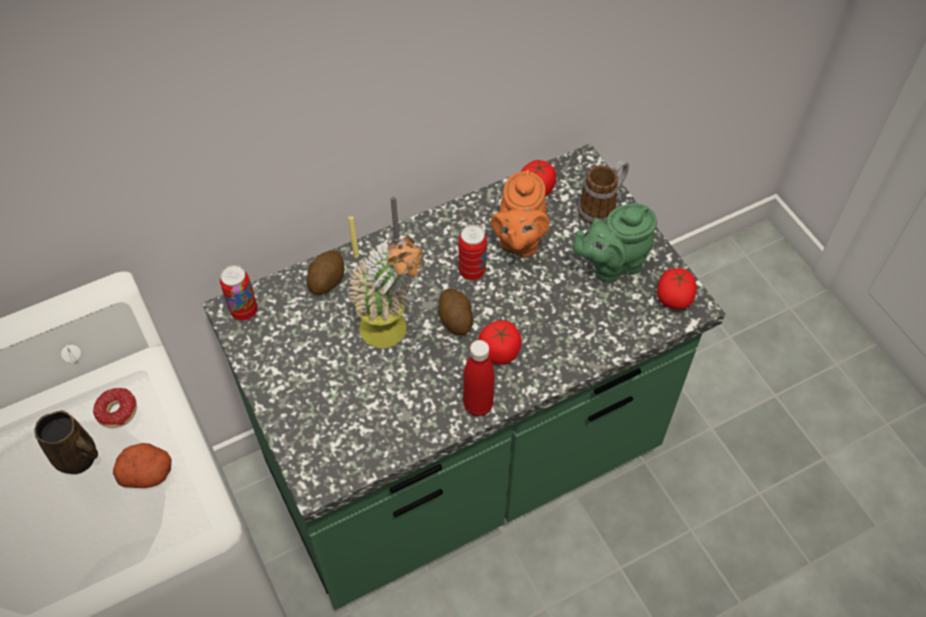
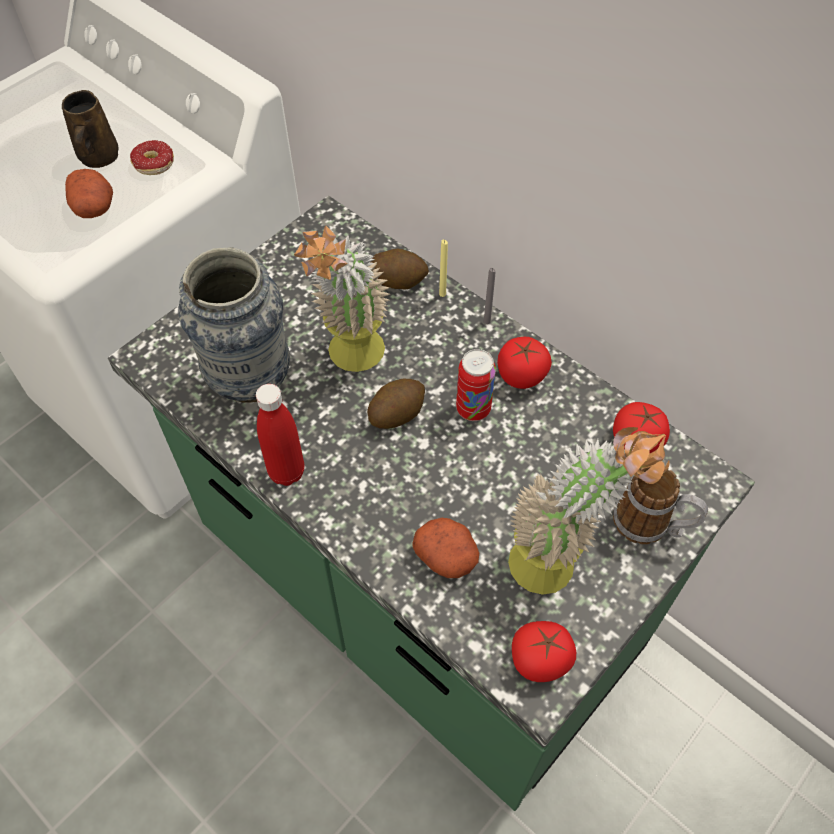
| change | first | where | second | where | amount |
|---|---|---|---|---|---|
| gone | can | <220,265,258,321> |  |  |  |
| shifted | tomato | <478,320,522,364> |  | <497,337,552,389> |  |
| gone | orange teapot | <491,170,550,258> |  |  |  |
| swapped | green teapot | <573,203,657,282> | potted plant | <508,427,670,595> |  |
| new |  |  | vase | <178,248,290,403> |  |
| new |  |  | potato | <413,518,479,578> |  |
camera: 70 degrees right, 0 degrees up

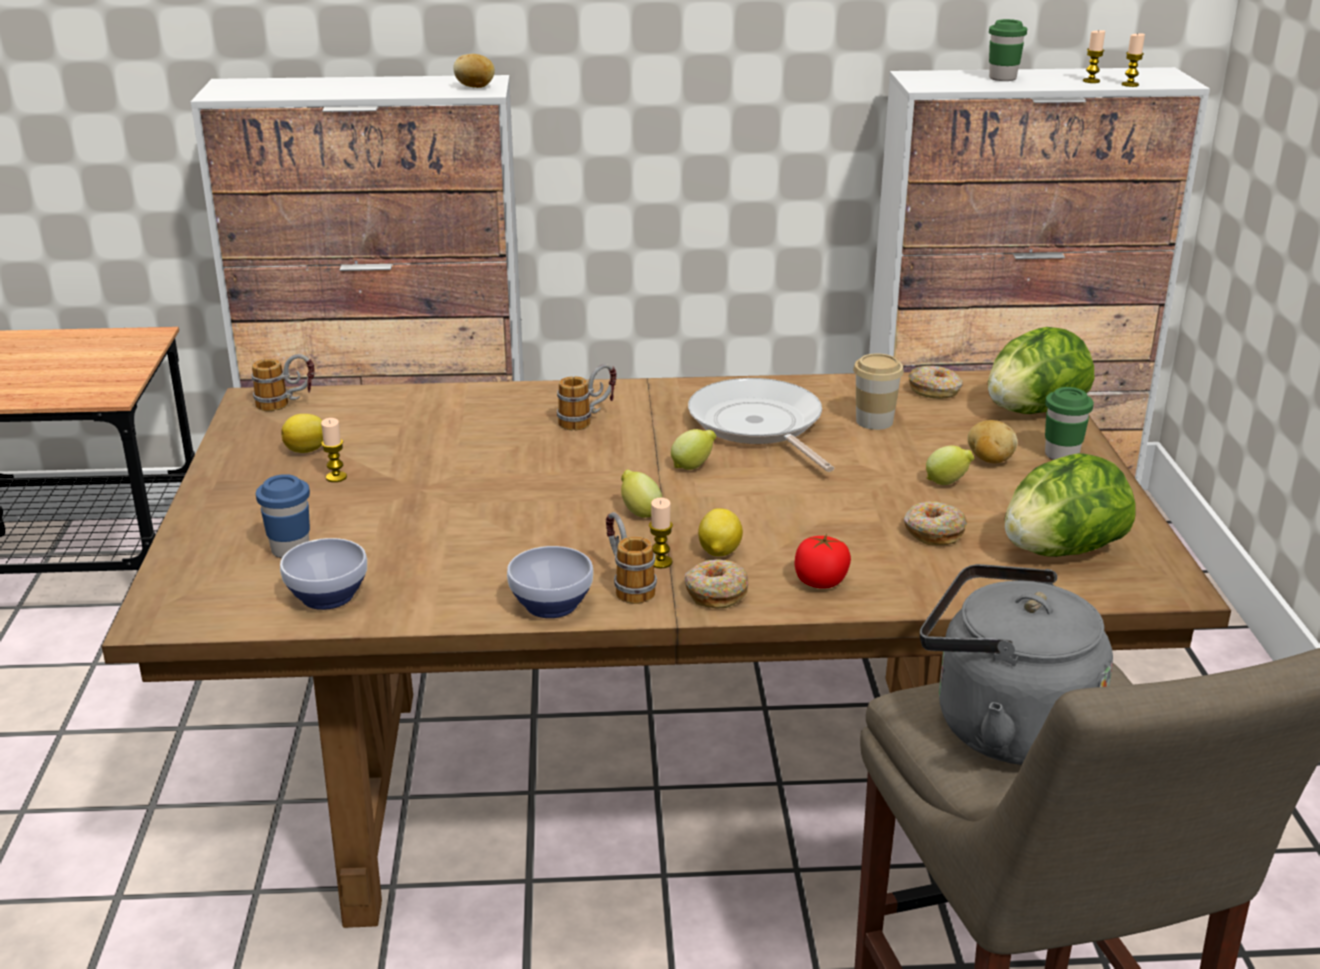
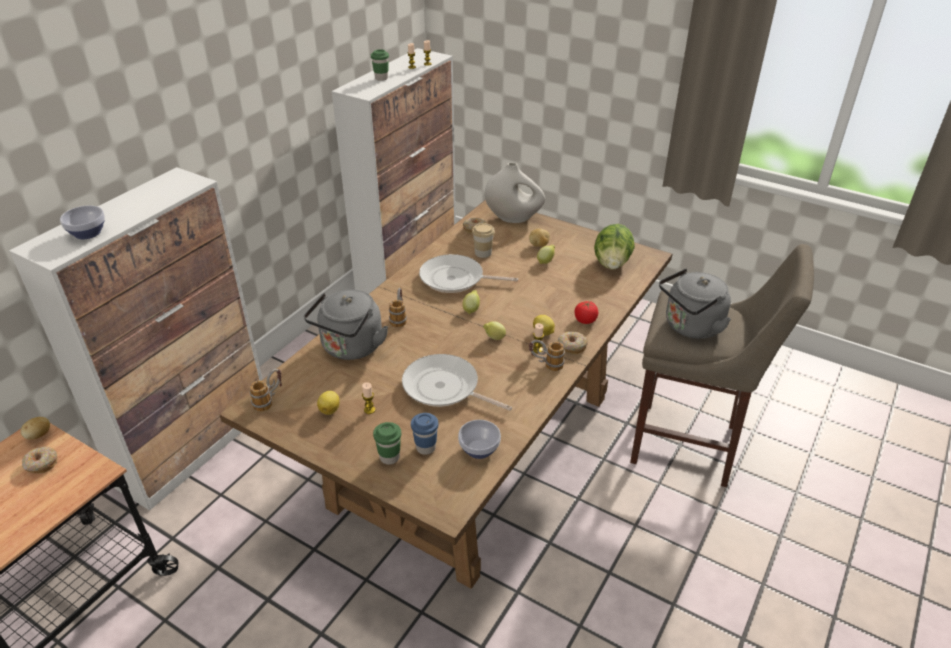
| change | first | where | second | where | amount |
|---|---|---|---|---|---|
| shifted | potato | <453,54,495,88> |  | <20,417,50,440> |  |
| shifted | bowl | <507,546,593,618> |  | <60,205,105,239> |  |
| shifted | donut | <904,501,967,545> |  | <22,447,57,474> |  |
| swapped | lettuce | <988,327,1094,414> | white vase | <485,163,545,223> |  |
| shifted | green cup | <1045,387,1094,460> |  | <373,422,401,465> |  |
| new |  |  | grey kettle | <304,290,388,360> |  |
| new |  |  | frying pan | <402,354,512,411> |  |
camera: 55 degrees left, 10 degrees up

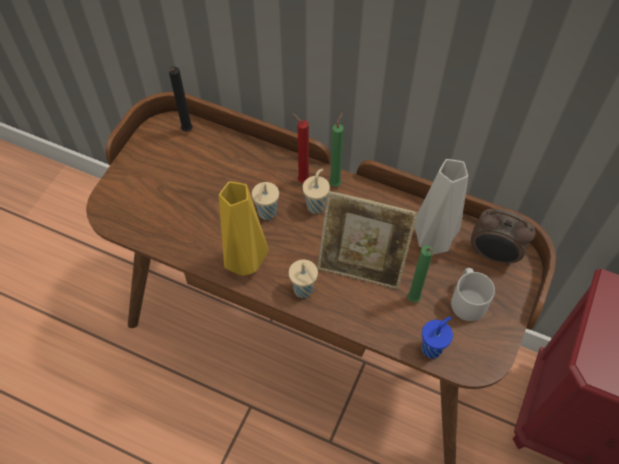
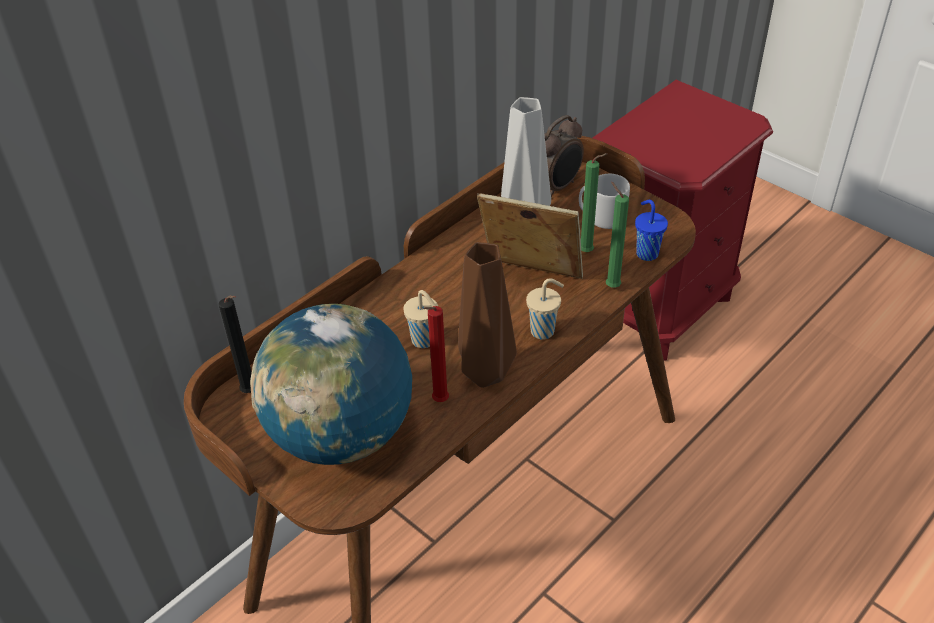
| change | first | where | second | where | amount |
|---|---|---|---|---|---|
| repainted | yellow vase | <219,181,268,276> | brown vase | <458,242,517,388> |  |
| shifted | red candle | <292,113,310,183> |  | <423,306,449,402> |  |
| gone | beige cup | <303,169,330,214> |  |  |  |
| rotated | picture frame | <317,191,418,289> |  | <477,193,583,279> | 105 degrees counterclockwise |
| shifted | green candle | <329,112,344,187> |  | <606,182,629,288> |  |
| new |  |  | globe | <250,304,412,465> |  |
camera: 70 degrees left, 15 degrees down

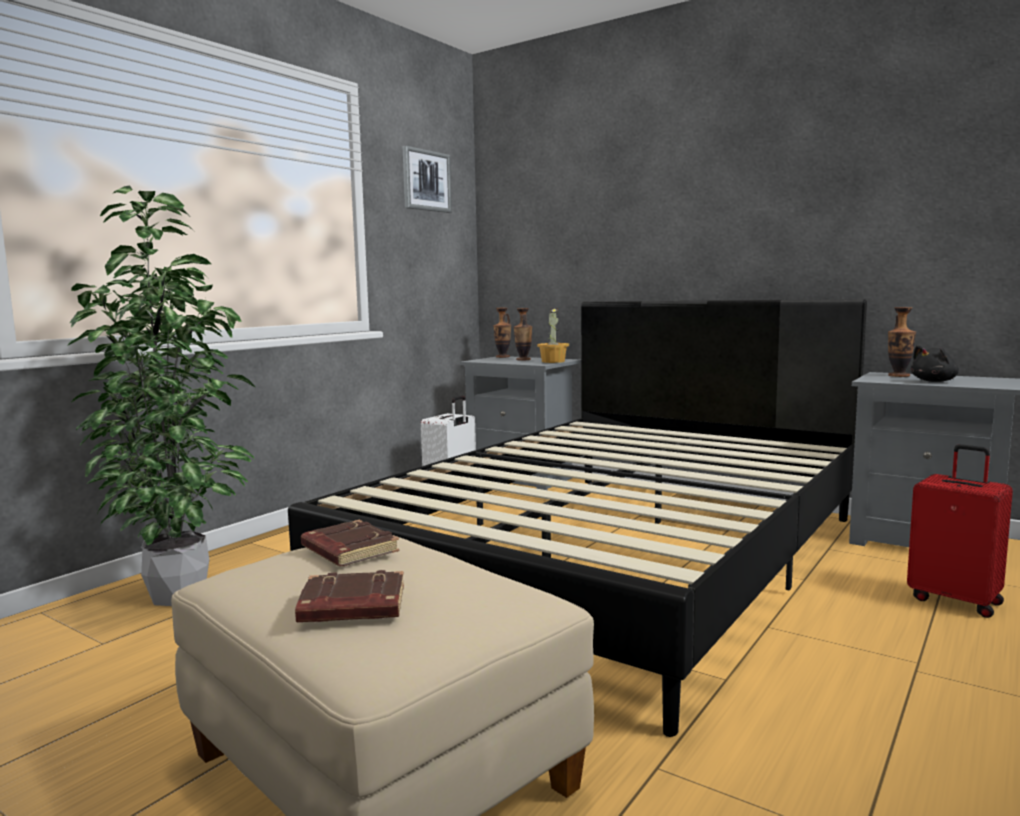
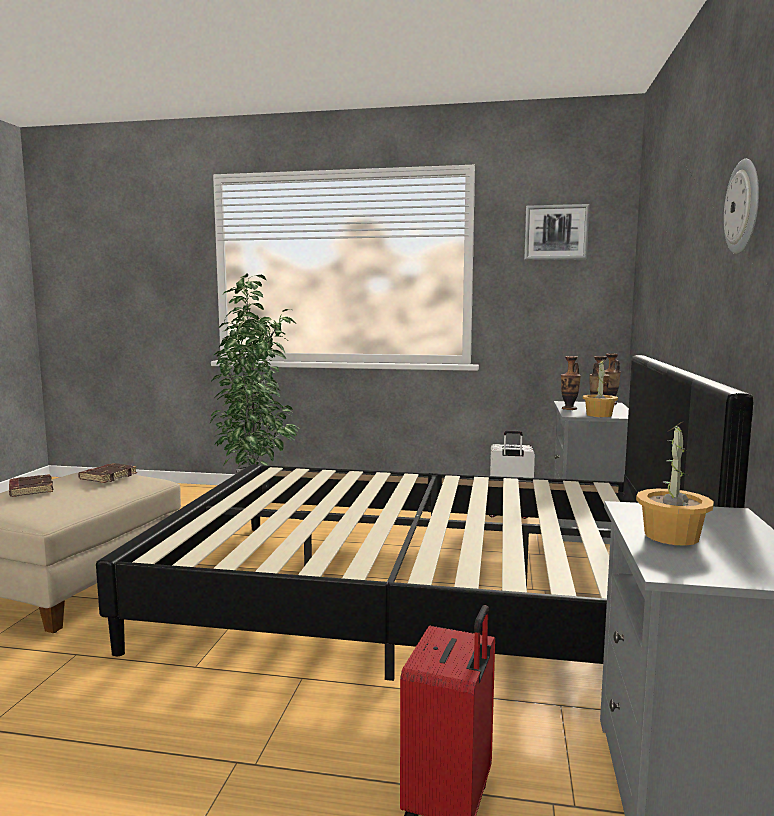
| change | first | where | second | where | amount |
|---|---|---|---|---|---|
| shifted | vase | <888,307,916,377> |  | <561,356,581,410> |  |
| swapped | black plush toy | <911,345,959,382> | potted plant | <636,422,714,546> |  |
| new |  |  | wall clock | <724,159,759,254> |  |
camera: 65 degrees right, 0 degrees up

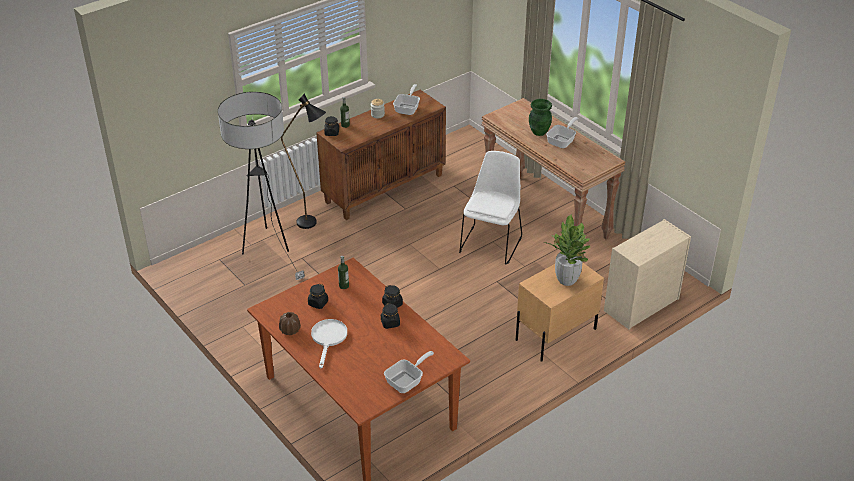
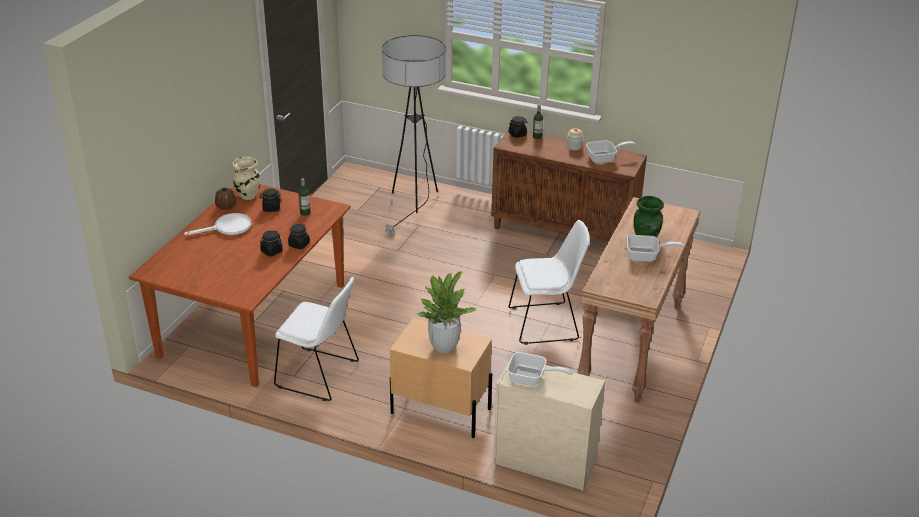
| change | first | where | second | where | amount |
|---|---|---|---|---|---|
| gone | black floor lamp | <281,93,326,229> |  |  |  |
| shifted | frying pan | <384,351,434,393> |  | <507,352,573,386> |  |
| new |  |  | beige vase | <232,157,260,200> |  |
| new |  |  | white chair | <274,277,359,401> |  |
camera: 60 degrees right, 5 degrees down

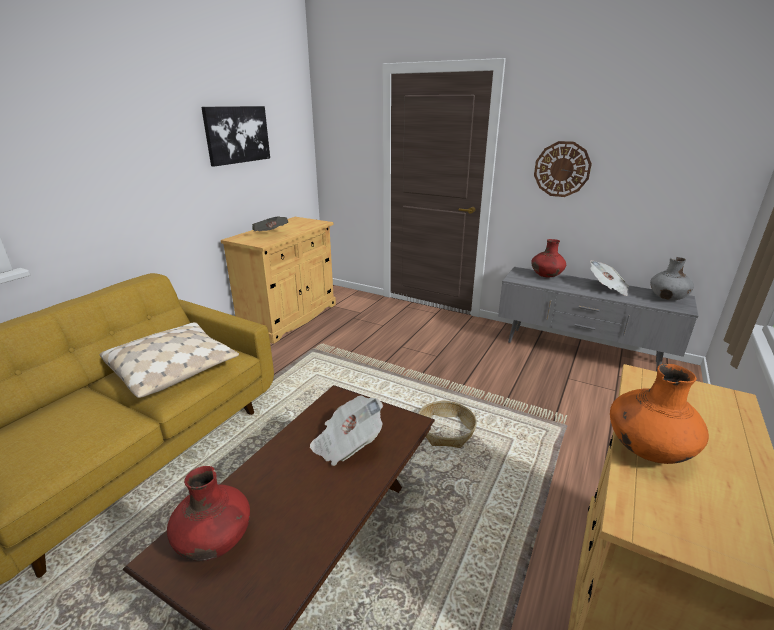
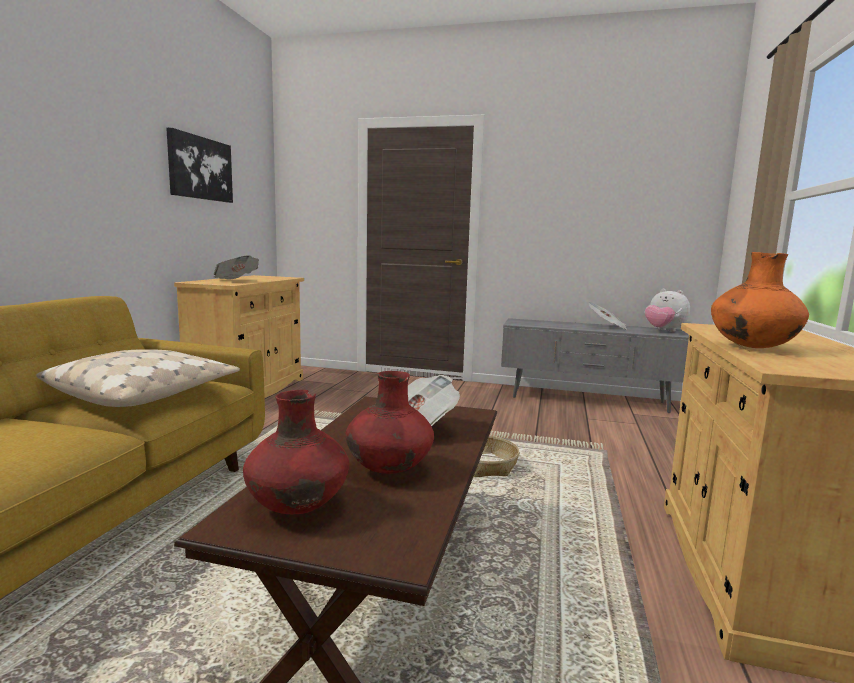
| change | first | where | second | where | amount |
|---|---|---|---|---|---|
| shifted | red vase | <531,239,566,278> |  | <345,371,434,474> |  |
| gone | wall clock | <534,141,592,197> |  |  |  |
| swapped | grey vase | <650,257,694,300> | plush toy | <645,289,690,332> |  |
camera: 15 degrees left, 15 degrees down

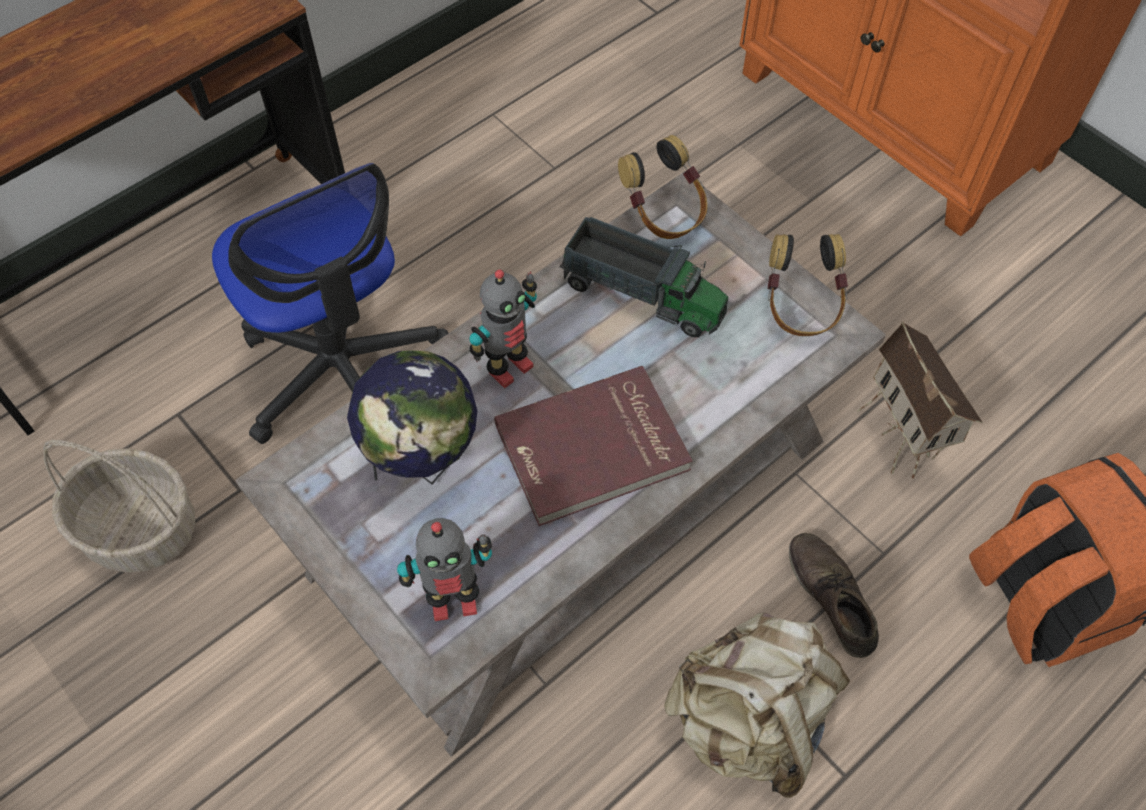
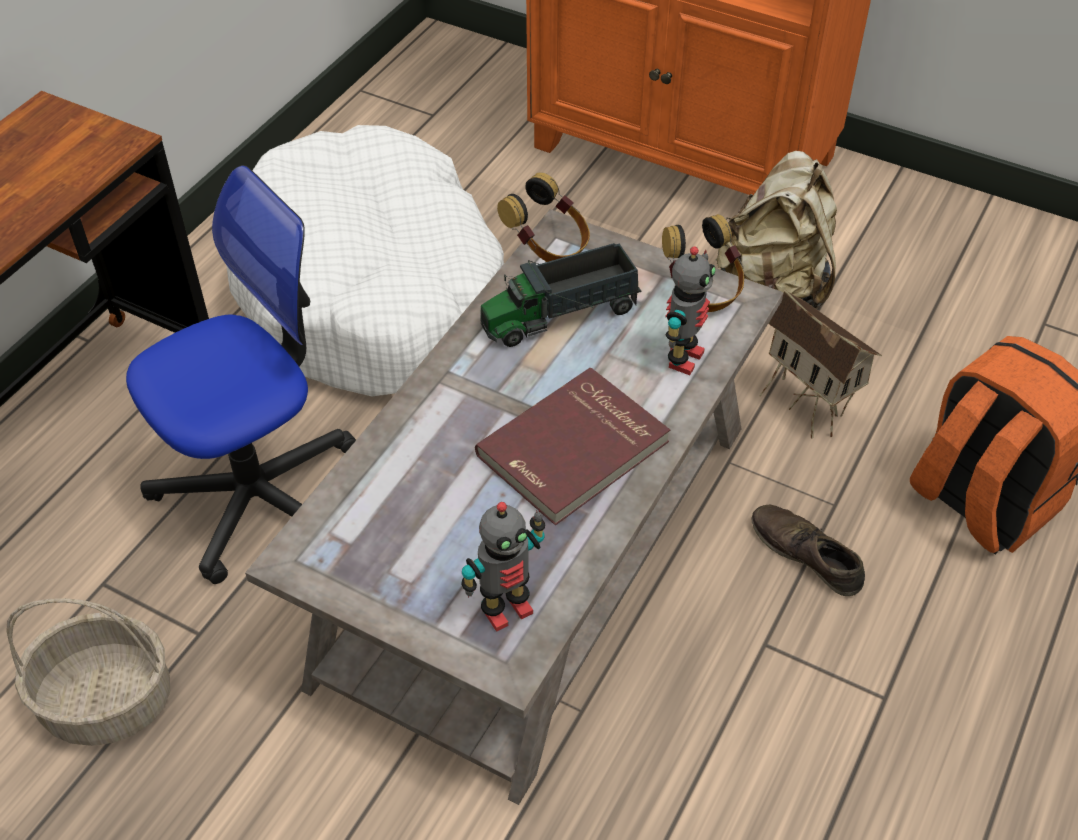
| change | first | where | second | where | amount |
|---|---|---|---|---|---|
| rotated | office chair | <212,163,448,444> |  | <126,165,356,584> | 75 degrees counterclockwise |
| gone | globe | <347,351,477,484> |  |  |  |
| shifted | toy robot | <469,270,537,388> |  | <665,247,716,375> |  |
| rotated | toy truck | <559,217,728,337> |  | <481,243,642,347> | 150 degrees clockwise |
| shifted | beige backpack | <664,613,850,798> |  | <716,151,837,309> |  |
| new |  |  | white dog bed | <226,125,504,396> |  |
camera: 20 degrees left, 10 degrees down

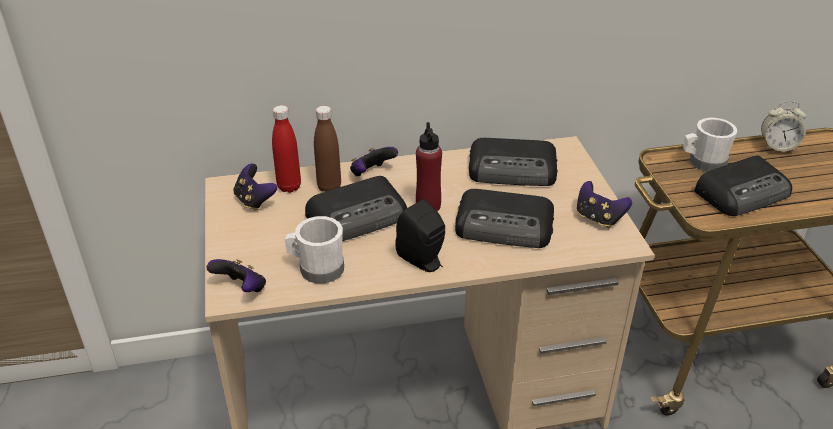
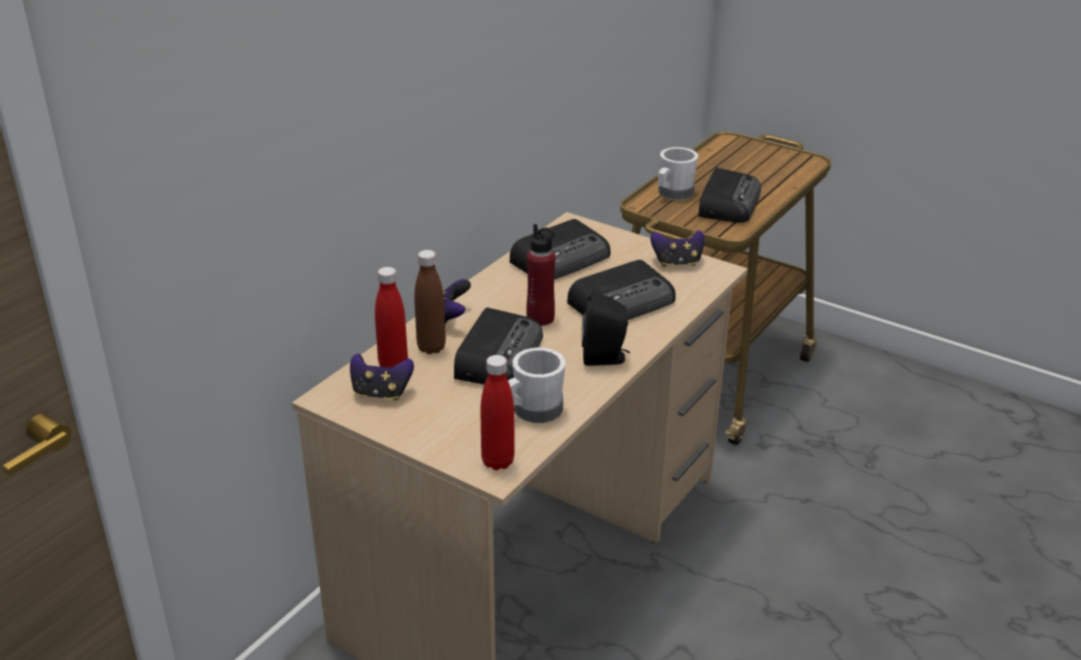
| change | first | where | second | where | amount |
|---|---|---|---|---|---|
| swapped | game controller | <206,259,266,292> | red bottle | <480,355,515,470> |  |
| gone | alarm clock | <761,101,806,151> |  |  |  |
camera: 45 degrees left, 5 degrees down

